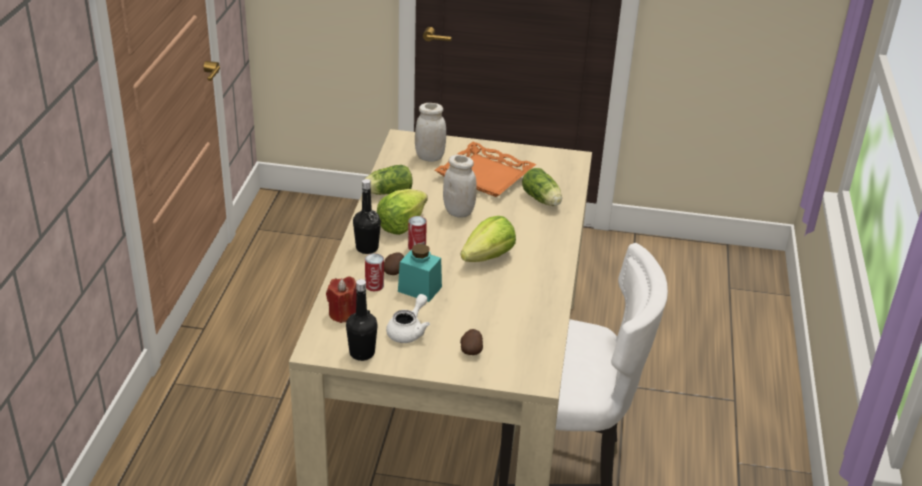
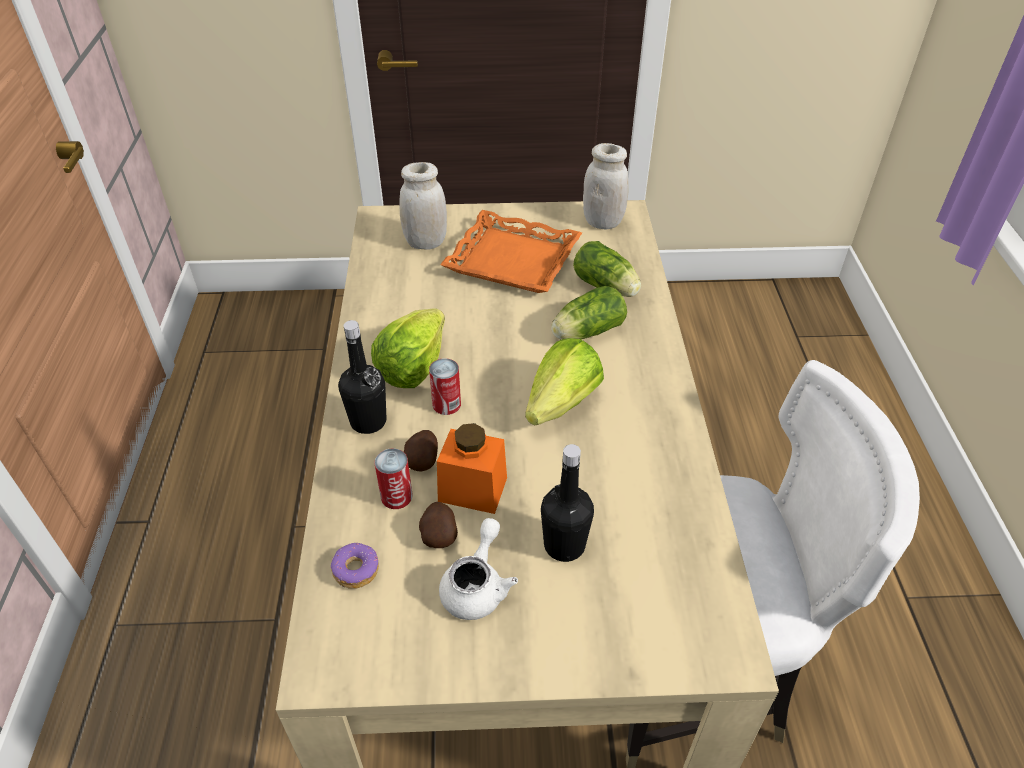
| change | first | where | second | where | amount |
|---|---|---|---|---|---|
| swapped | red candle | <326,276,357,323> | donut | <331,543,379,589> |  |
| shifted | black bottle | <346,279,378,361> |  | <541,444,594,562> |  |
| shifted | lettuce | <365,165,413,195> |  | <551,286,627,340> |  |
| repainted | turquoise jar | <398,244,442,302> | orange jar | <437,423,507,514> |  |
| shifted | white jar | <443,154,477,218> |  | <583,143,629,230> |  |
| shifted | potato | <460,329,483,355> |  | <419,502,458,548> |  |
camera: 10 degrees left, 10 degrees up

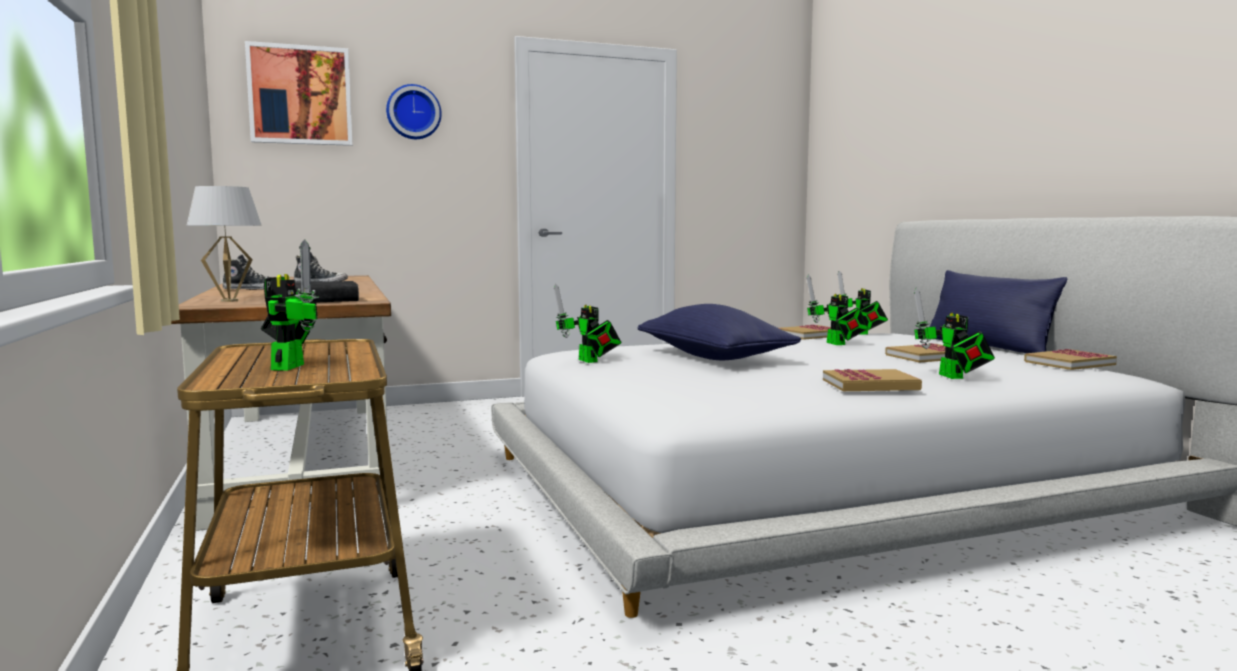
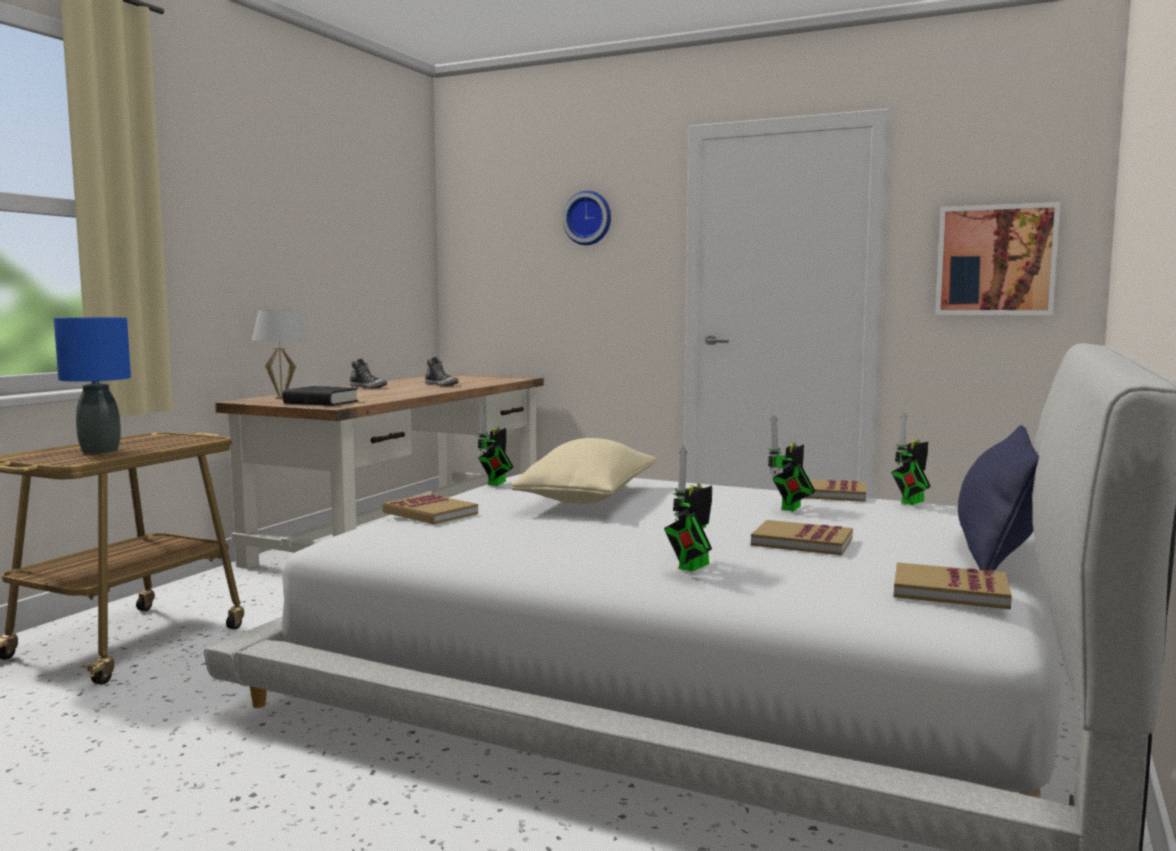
| change | first | where | second | where | amount |
|---|---|---|---|---|---|
| shifted | picture | <245,41,353,146> |  | <935,202,1061,315> |  |
| swapped | toy robot | <261,239,319,370> | blue table lamp | <54,317,131,454> |  |
| repainted | blue pillow | <638,304,801,360> | beige pillow | <511,438,657,504> |  |
| shifted | book | <823,369,922,391> |  | <382,494,478,524> |  |
camera: 45 degrees right, 0 degrees up

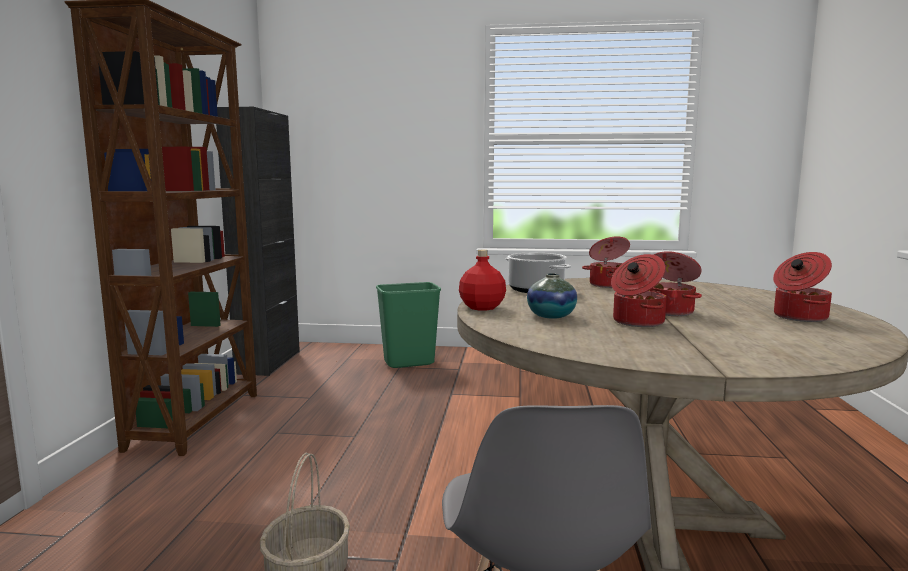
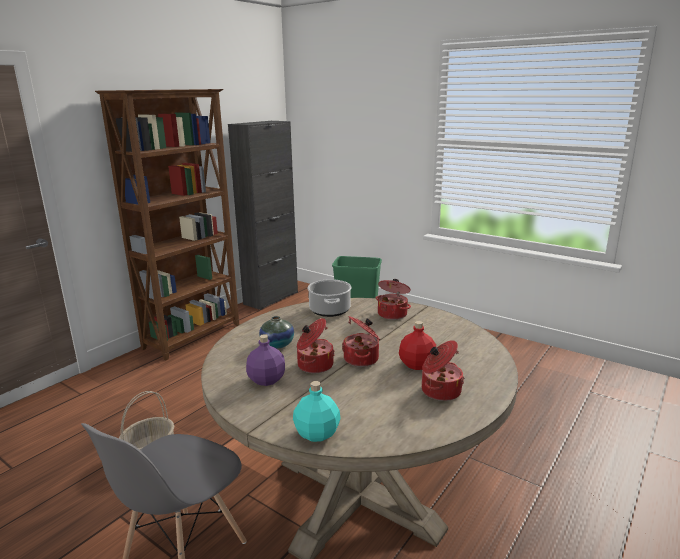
| change | first | where | second | where | amount |
|---|---|---|---|---|---|
| shifted | red bottle | <459,250,506,310> |  | <399,321,436,370> |  |
| new |  |  | purple bottle | <246,334,285,386> |  |
| new |  |  | turquoise bottle | <293,381,341,442> |  |
camera: 30 degrees right, 10 degrees up

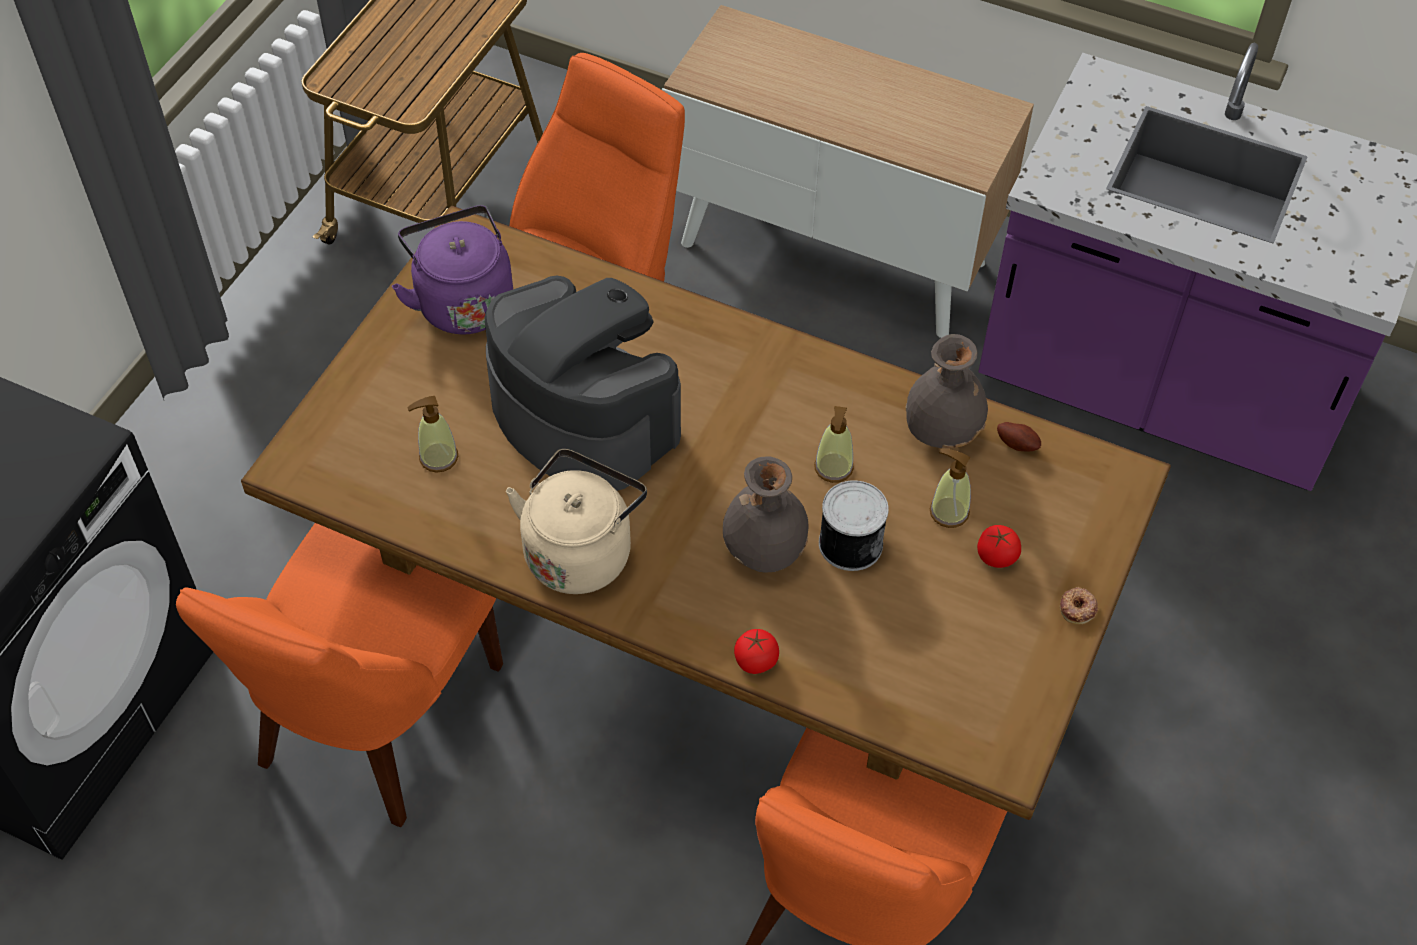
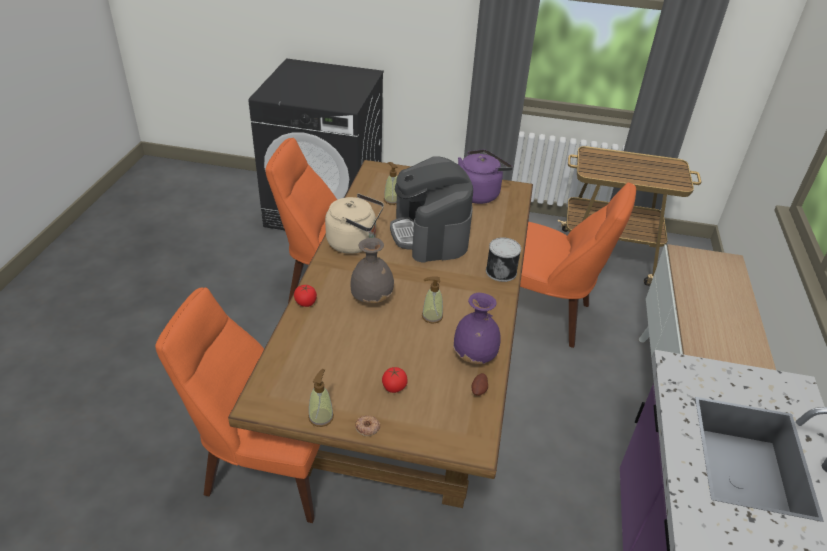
| change | first | where | second | where | amount |
|---|---|---|---|---|---|
| rotated | coffee machine | <484,275,681,491> |  | <390,156,473,262> | 135 degrees clockwise |
| shifted | can | <819,480,889,571> |  | <486,237,521,282> |  |
| repainted | grey vase | <906,334,988,448> | purple vase | <453,293,501,364> |  |
| shifted | soap dispenser | <930,449,971,528> |  | <308,369,334,427> |  |
camera: 75 degrees right, 15 degrees down

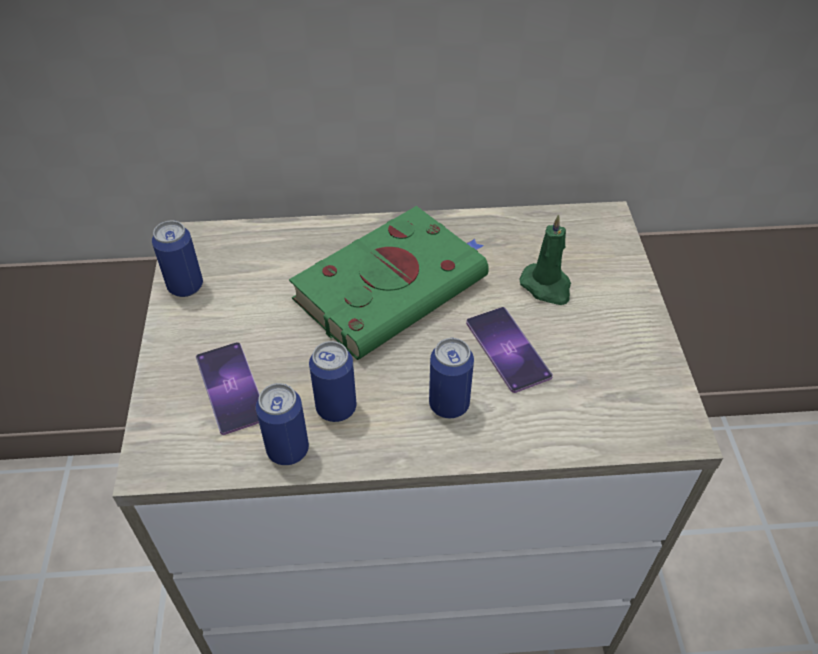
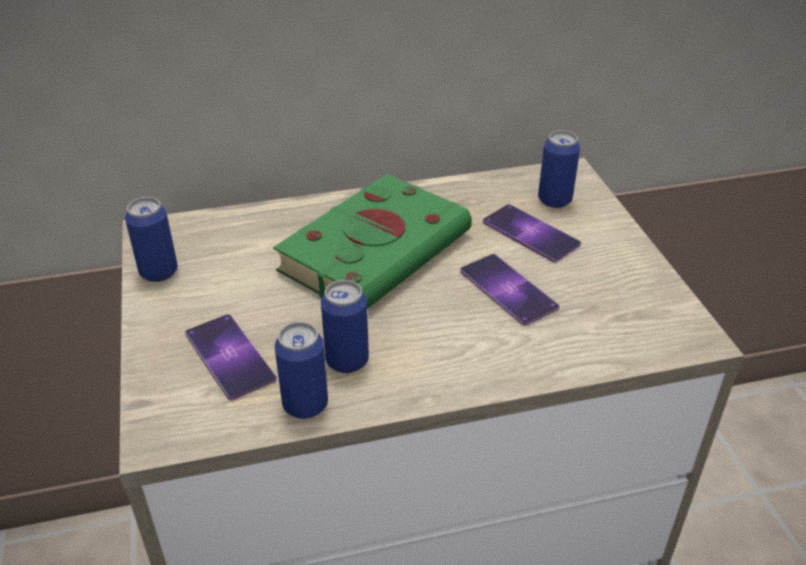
| change | first | where | second | where | amount |
|---|---|---|---|---|---|
| shifted | can | <429,338,474,418> |  | <538,130,580,208> |  |
| swapped | green candle | <520,214,571,305> | phone | <483,204,581,262> |  |
camera: 10 degrees left, 10 degrees down

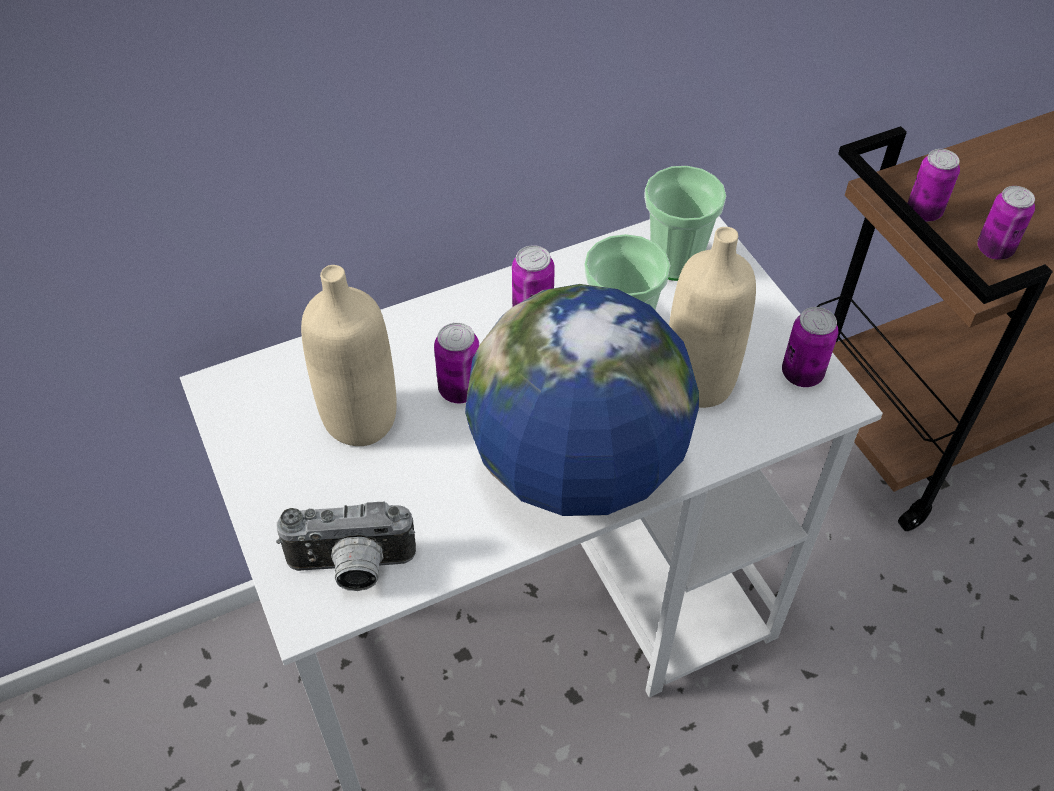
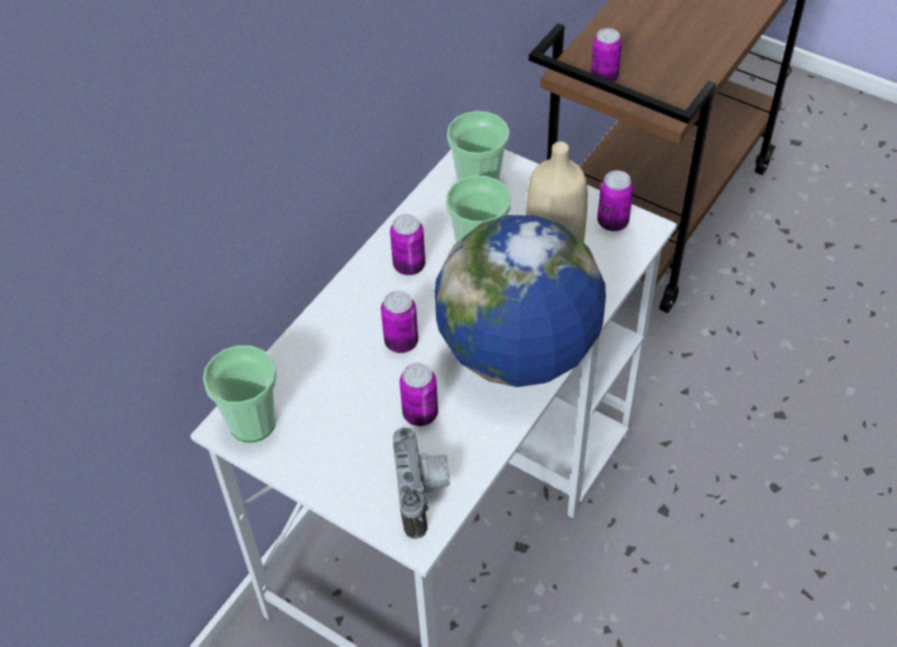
| change | first | where | second | where | amount |
|---|---|---|---|---|---|
| rotated | photo camera | <276,502,416,591> |  | <393,428,450,539> | 60 degrees counterclockwise |
| gone | beige bottle | <301,265,397,446> |  |  |  |
| shifted | can | <977,186,1035,260> |  | <399,363,438,426> |  |
| new |  |  | cup | <203,345,277,442> |  |
camera: 30 degrees left, 0 degrees up

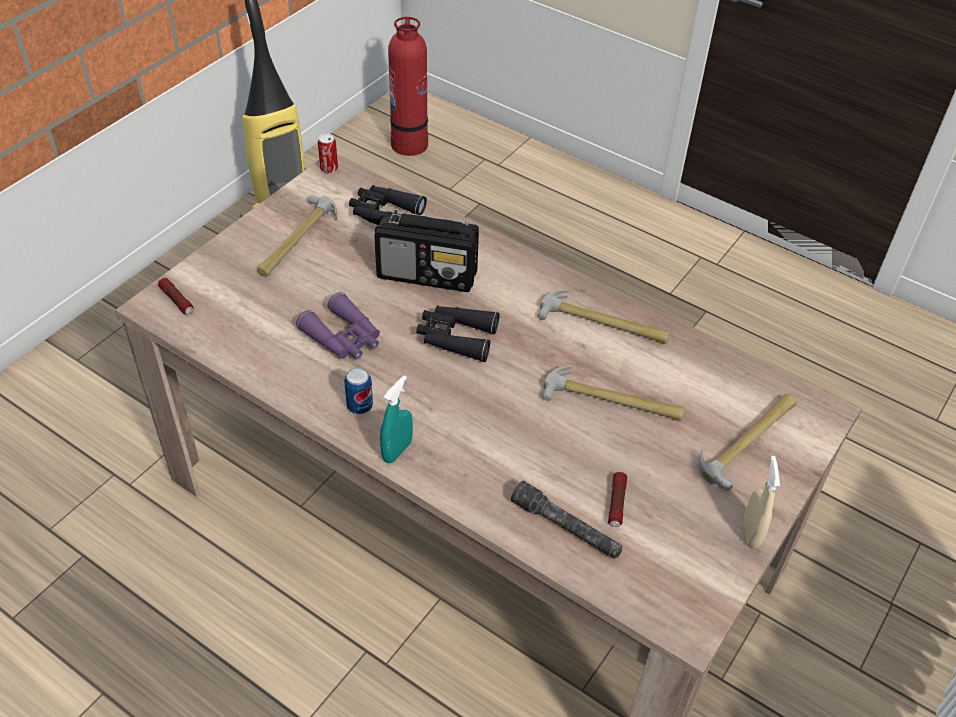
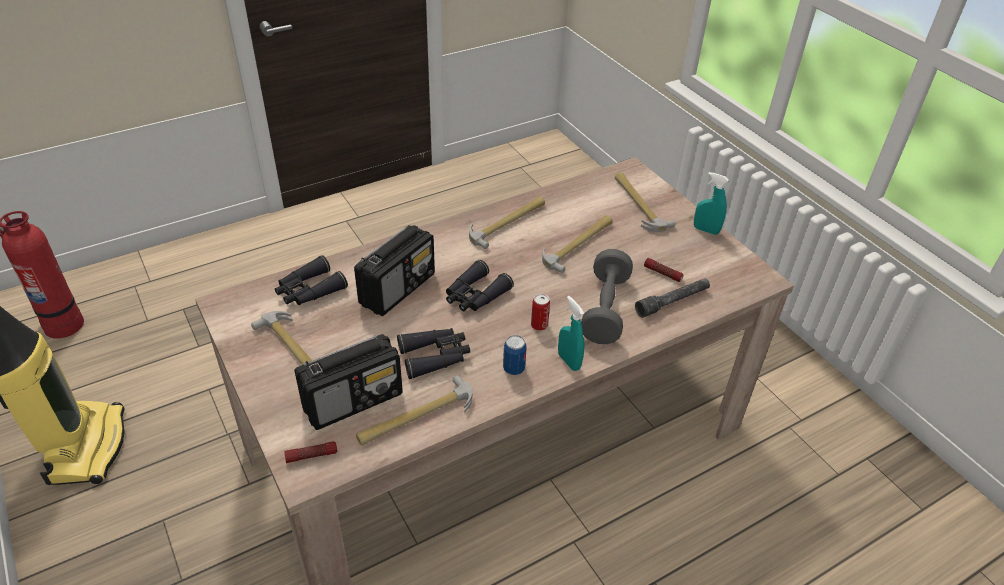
| change | first | where | second | where | amount |
|---|---|---|---|---|---|
| repainted | purple binoculars | <296,292,380,359> | black binoculars | <397,328,470,379> |  |
| shifted | can | <318,133,338,173> |  | <531,294,550,331> |  |
| repainted | beige spray bottle | <744,456,780,548> | turquoise spray bottle | <694,172,729,235> |  |
| new |  |  | radio | <295,334,403,430> |  |
| new |  |  | hammer | <356,375,472,445> |  |
| new |  |  | grey dumbbell | <581,249,633,344> |  |
camera: 65 degrees left, 5 degrees down

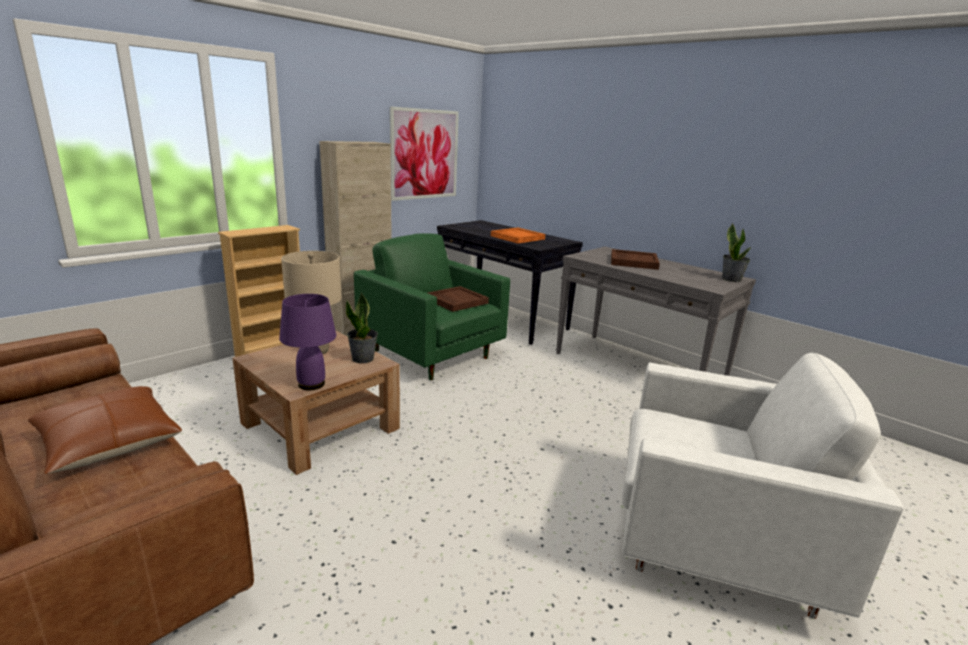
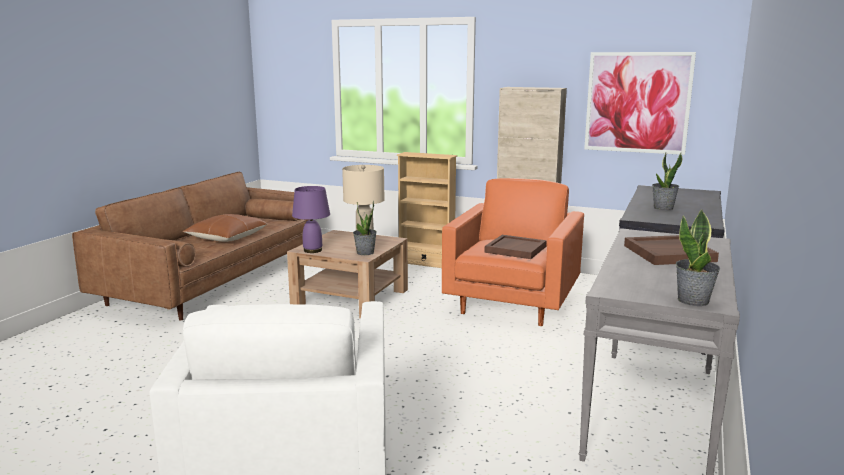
| change | first | where | second | where | amount |
|---|---|---|---|---|---|
| repainted | green armchair | <354,233,510,380> | orange armchair | <442,178,584,326> |  |
| swapped | orange tray | <491,227,545,244> | potted plant | <652,152,683,210> |  |
camera: 70 degrees right, 5 degrees down

